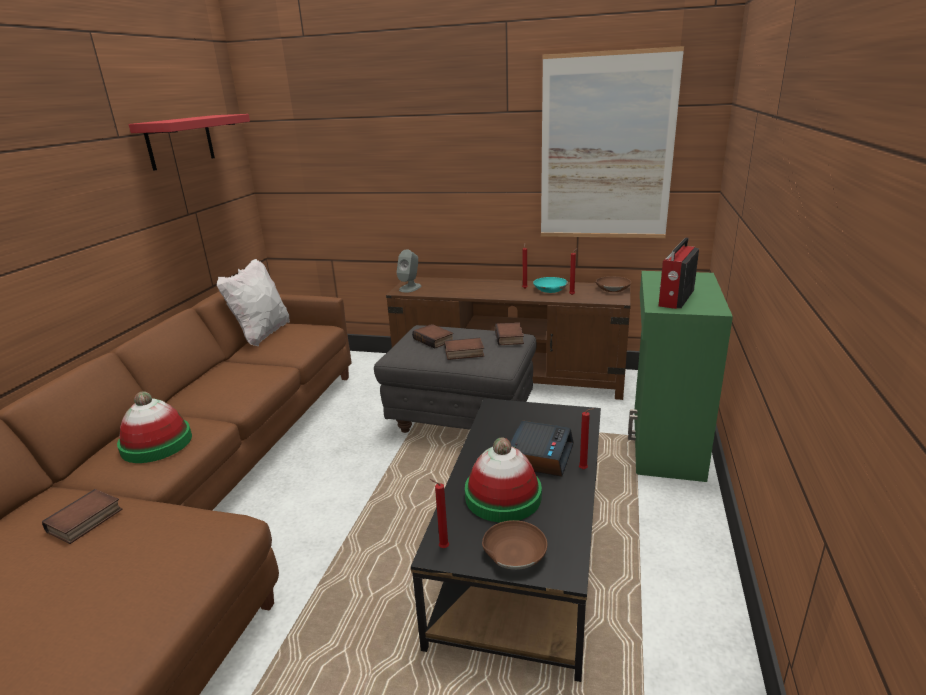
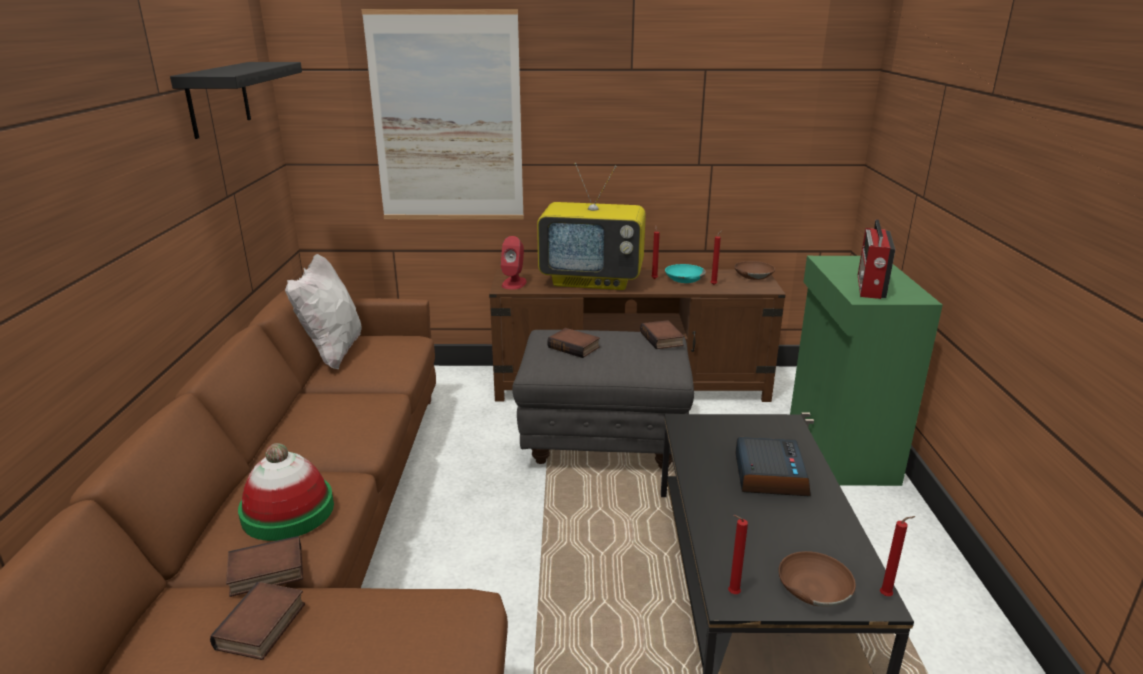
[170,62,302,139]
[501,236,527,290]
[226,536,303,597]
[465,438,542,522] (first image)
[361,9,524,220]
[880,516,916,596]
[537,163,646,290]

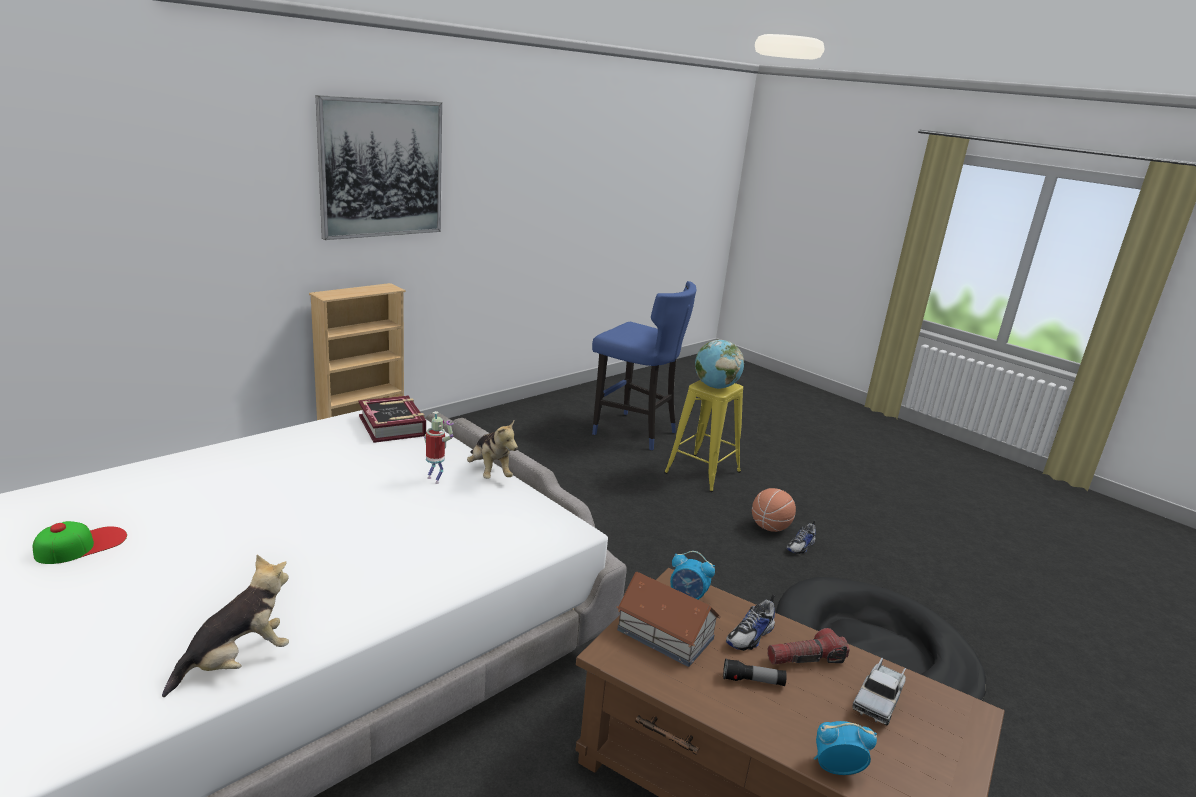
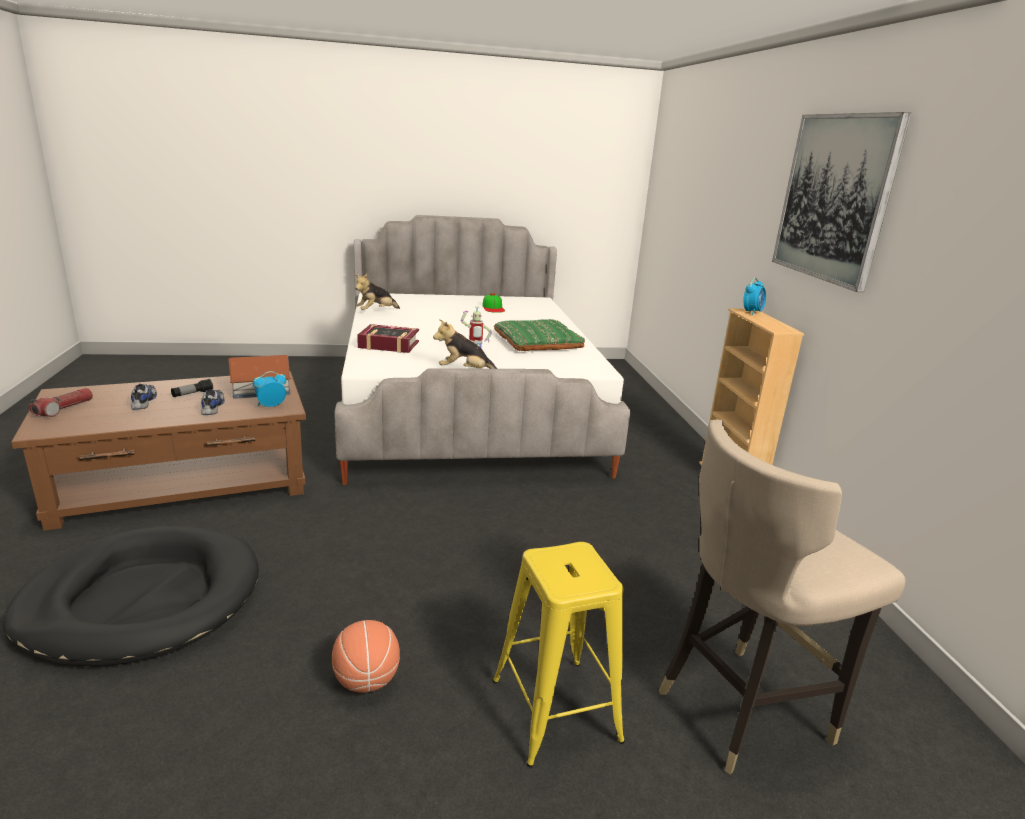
[355,274,400,310]
[357,324,419,353]
[659,420,906,775]
[695,340,744,389] (first image)
[29,388,93,417]
[131,384,157,410]
[744,277,766,315]
[853,658,906,725] (first image)
[494,319,585,351]

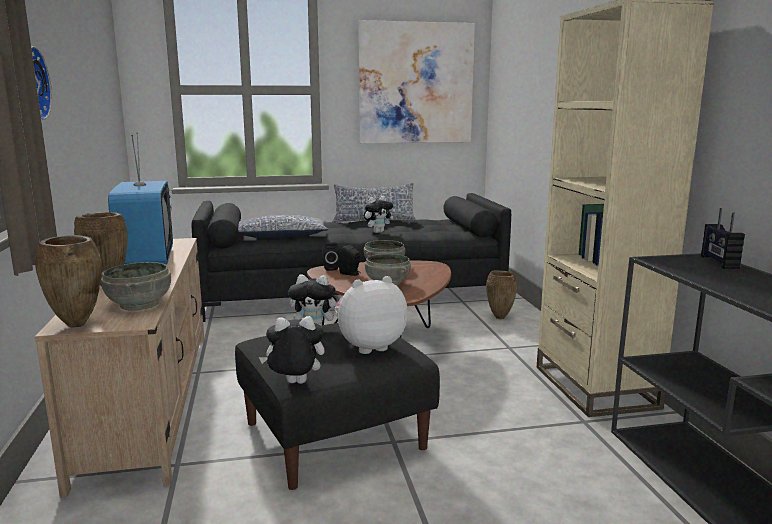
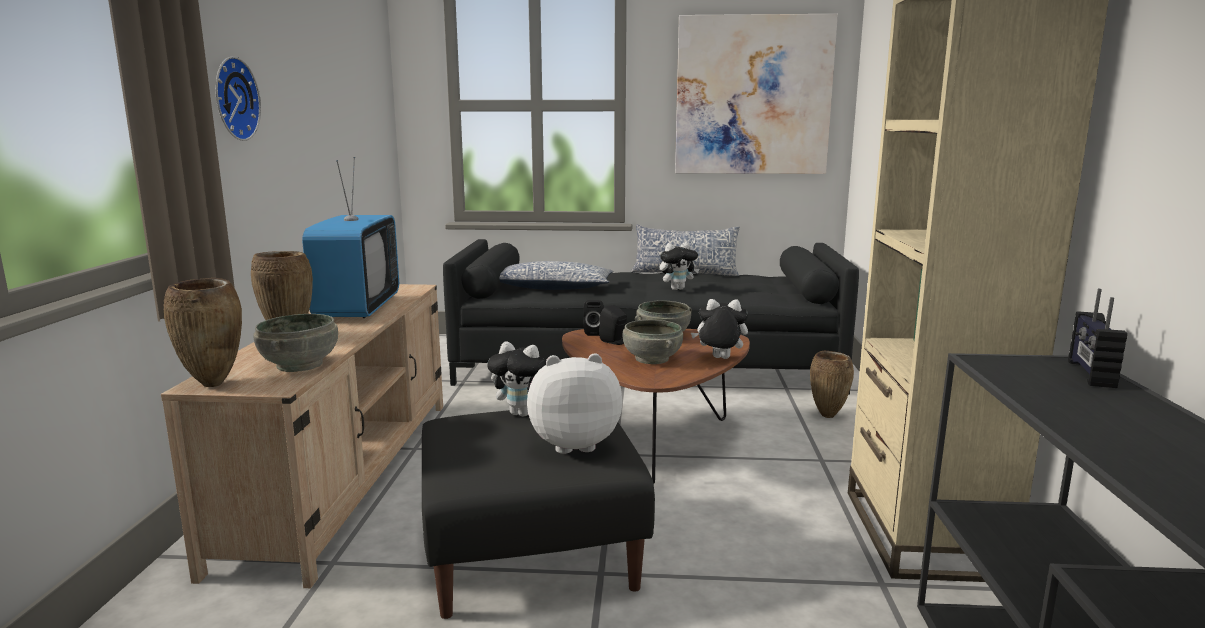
[691,299,748,359]

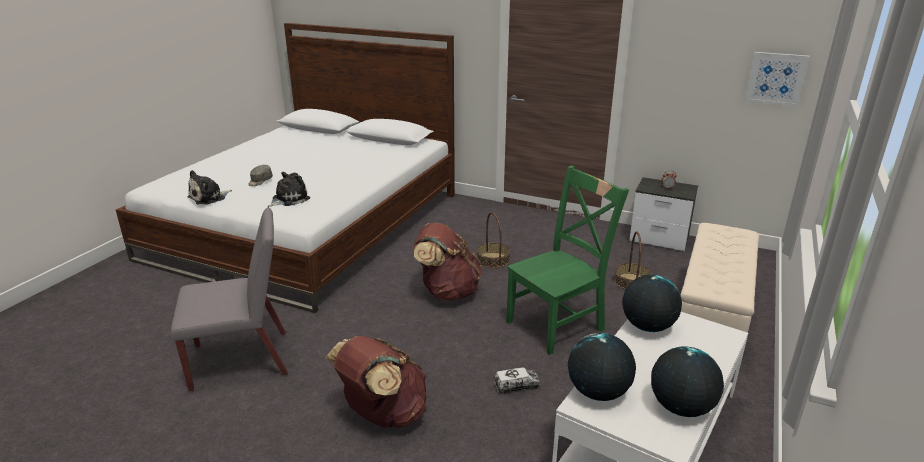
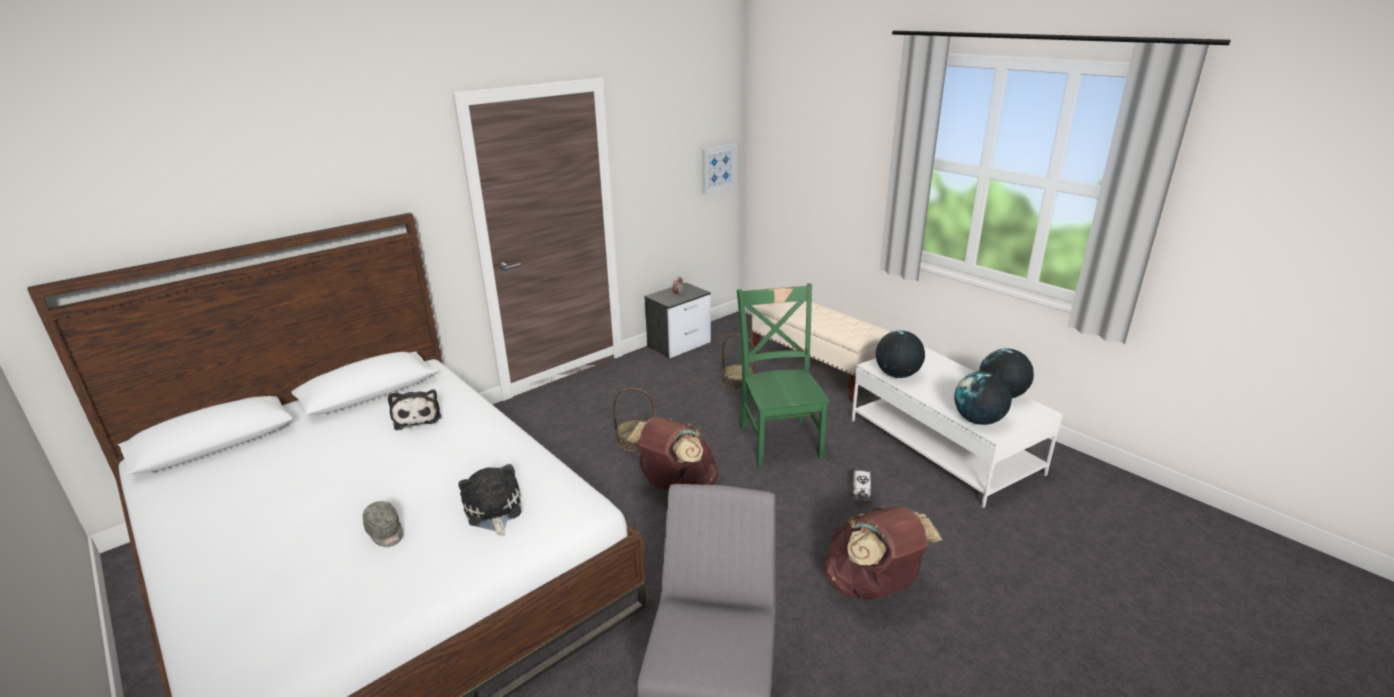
[388,389,441,430]

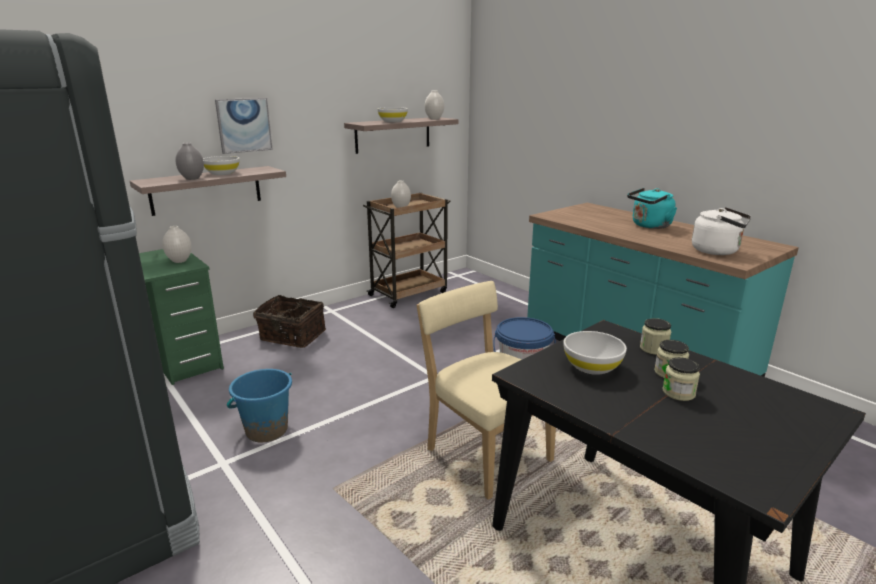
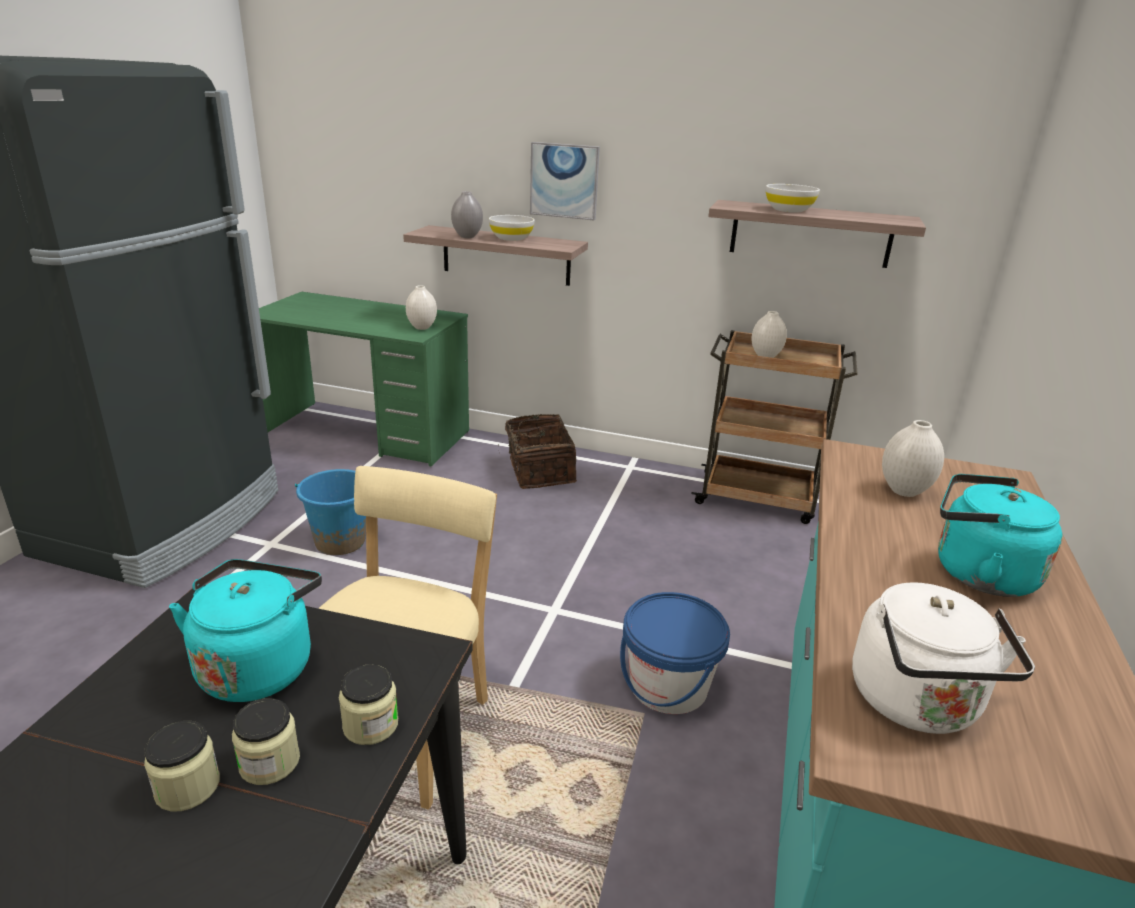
[882,420,944,497]
[169,559,322,702]

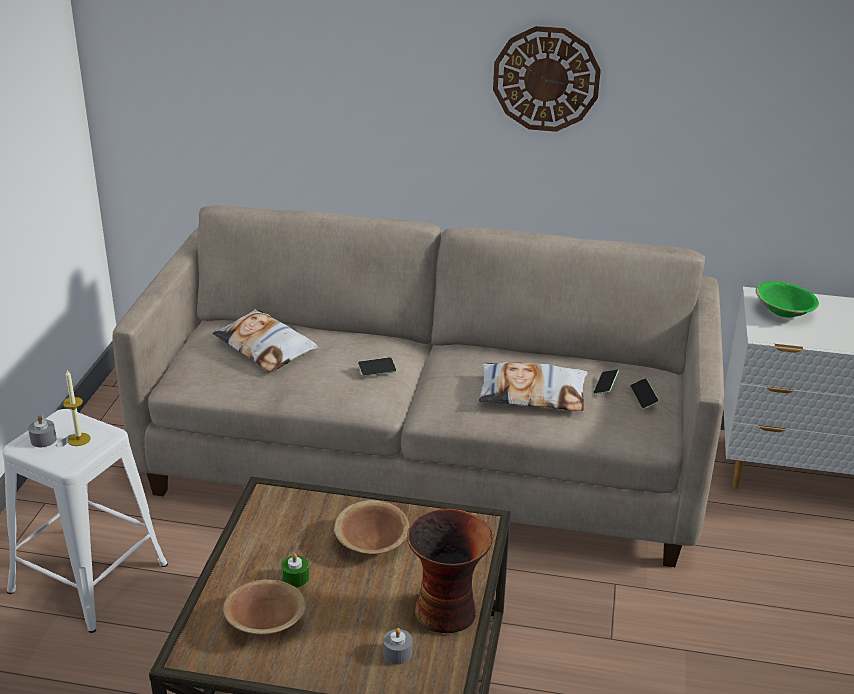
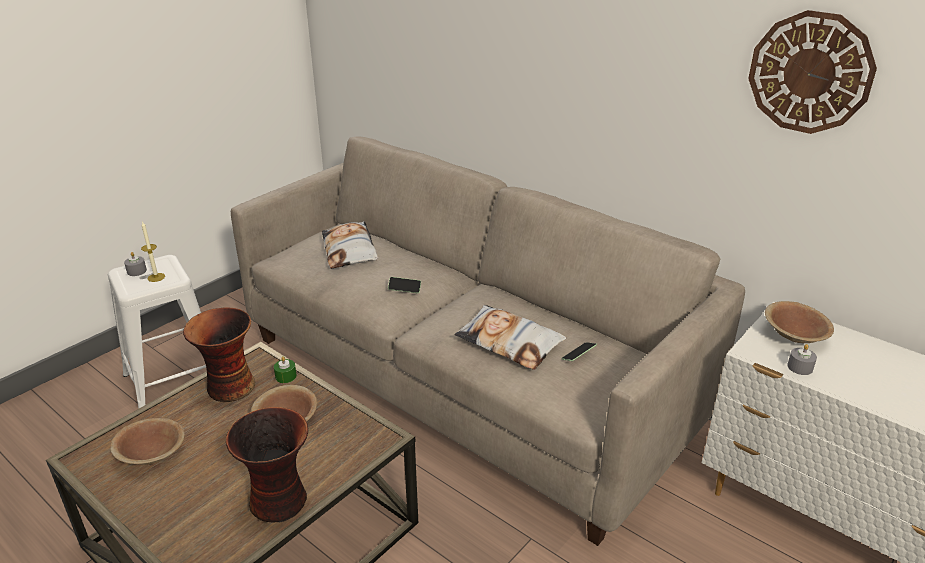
[274,356,297,383]
[787,344,817,375]
[748,10,877,134]
[630,378,659,409] (first image)
[765,301,834,343]
[183,307,255,402]

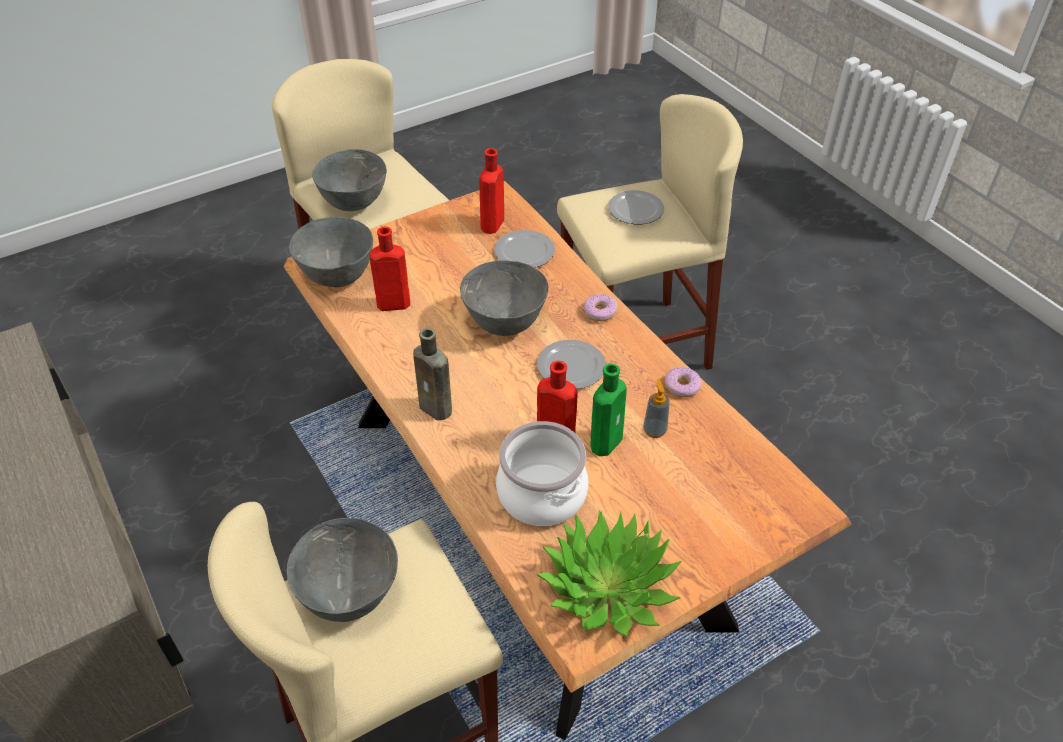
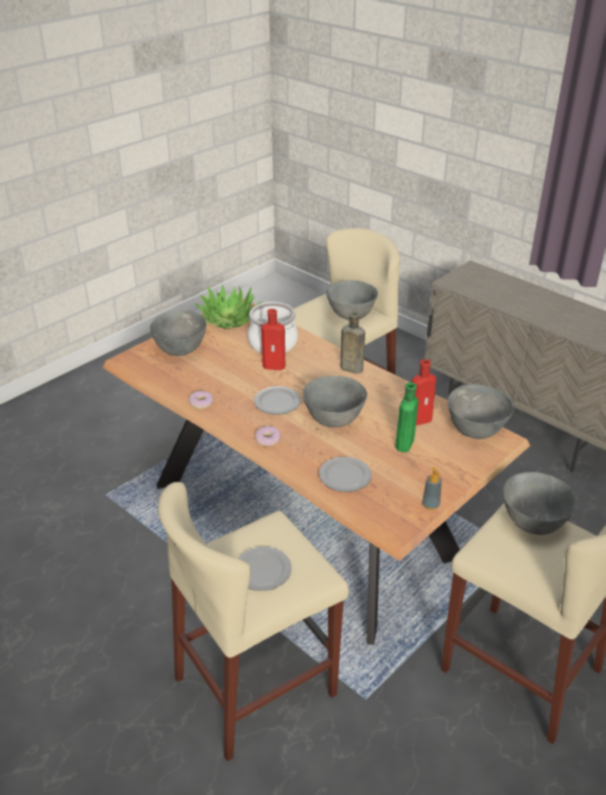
[479,148,504,234] (first image)
[395,382,419,452]
[422,467,442,510]
[150,310,207,356]

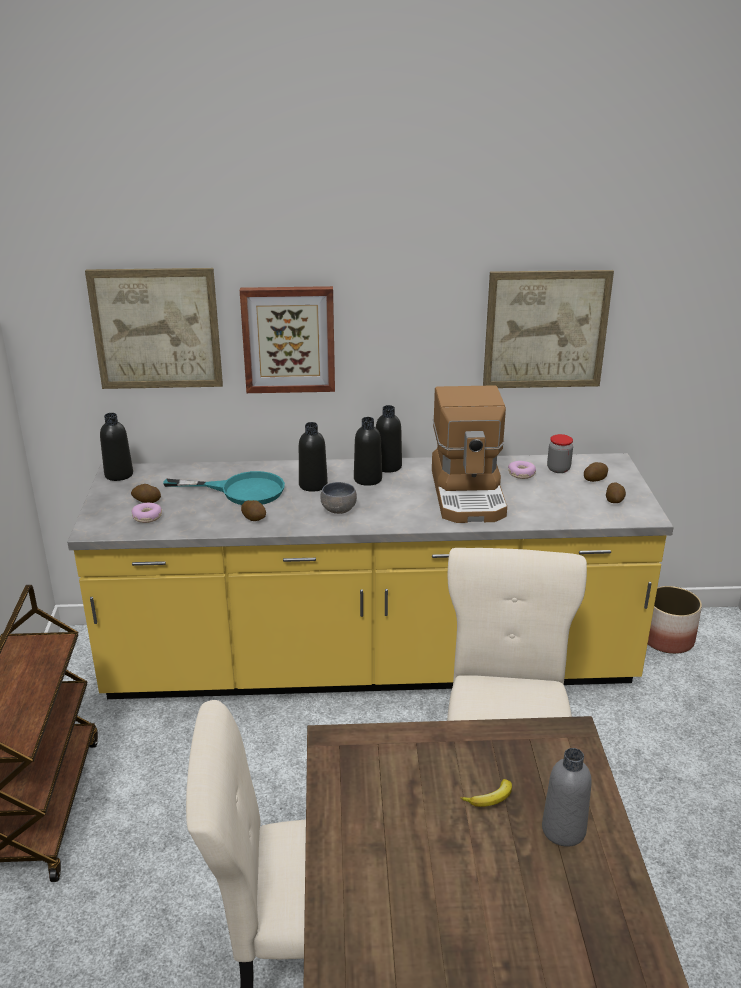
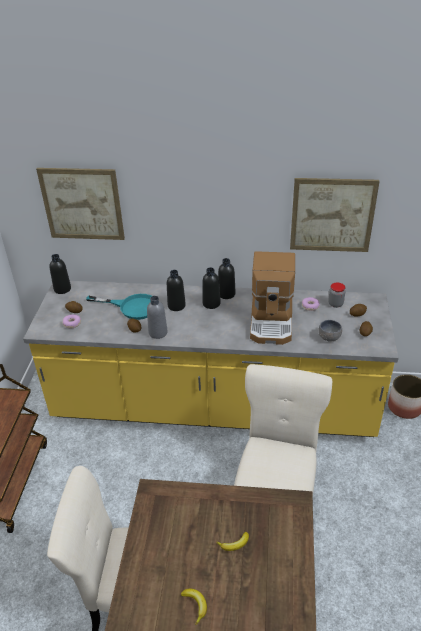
[240,286,335,393] (first image)
[318,320,342,342]
[147,296,168,339]
[181,589,207,625]

